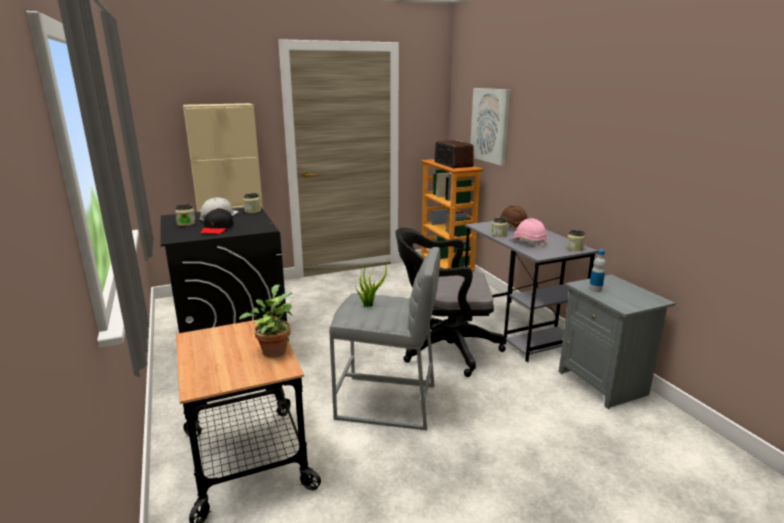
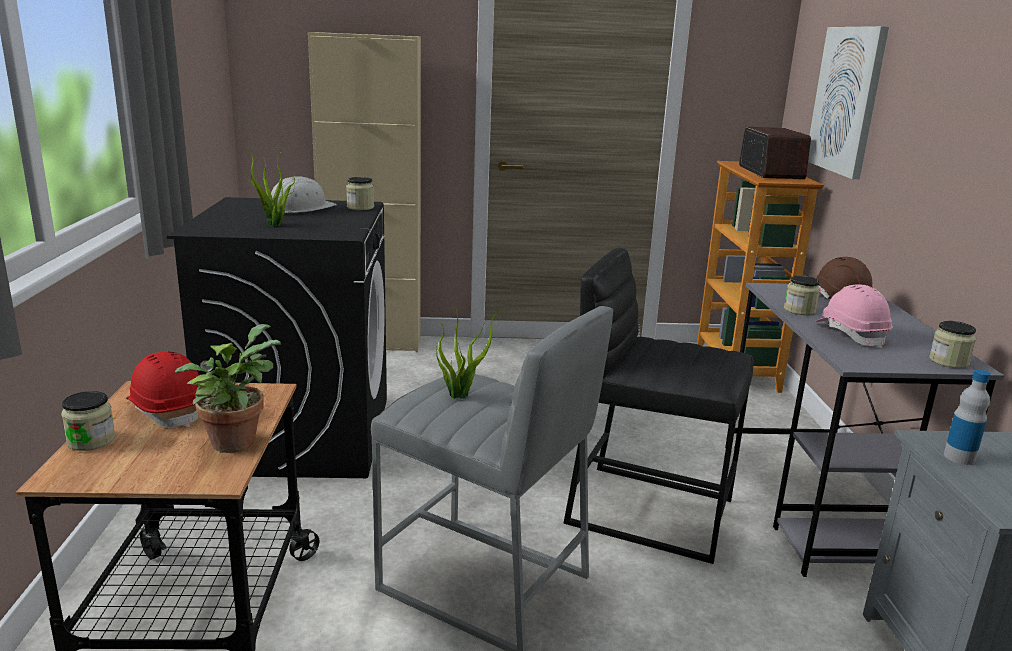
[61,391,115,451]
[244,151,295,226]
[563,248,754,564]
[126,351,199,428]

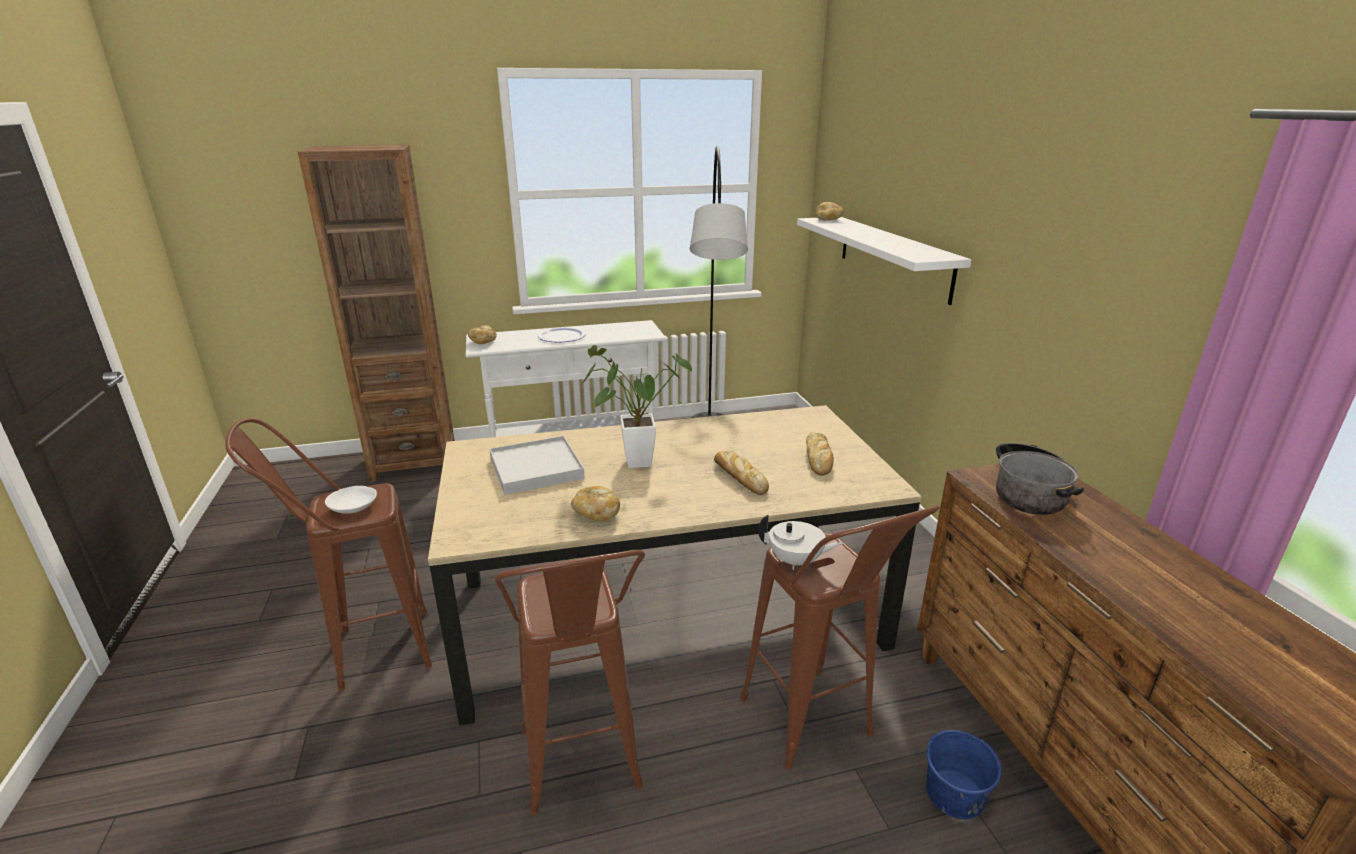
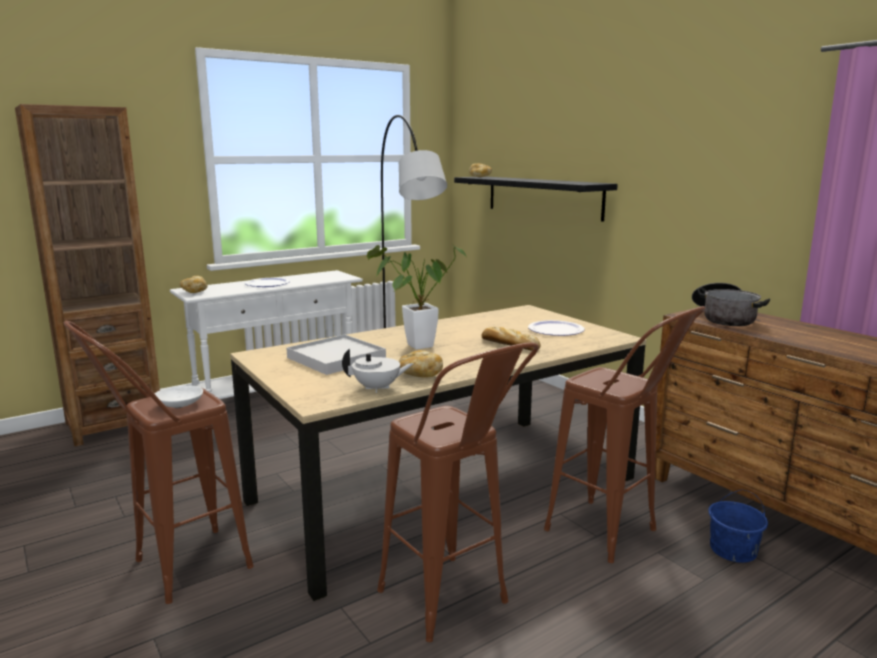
[342,349,414,393]
[454,176,618,222]
[528,320,585,336]

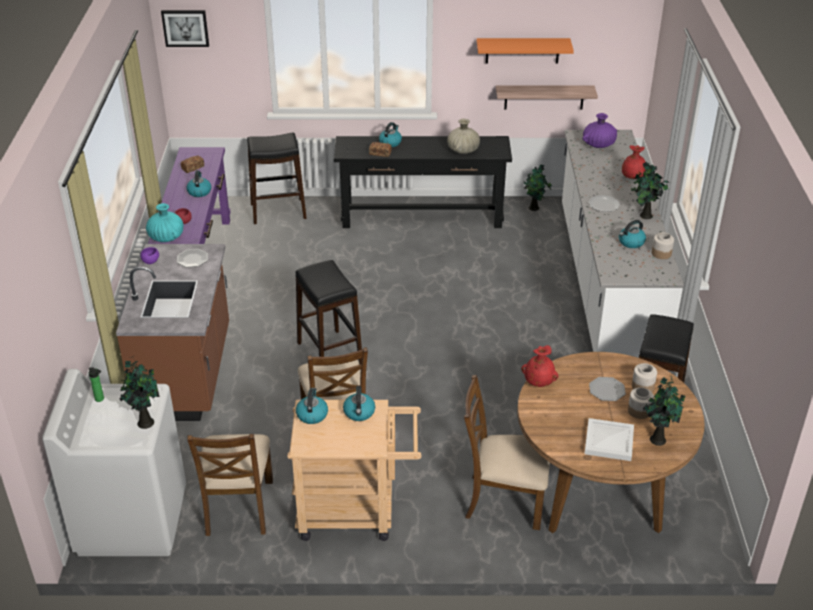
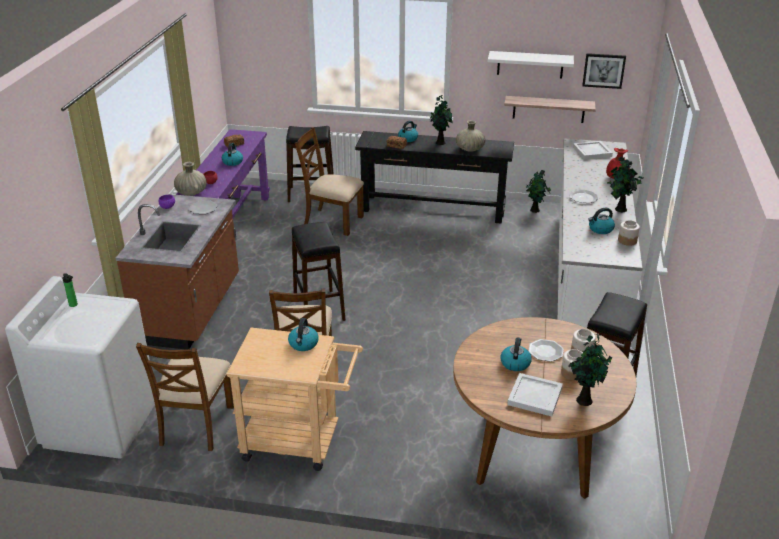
[430,95,453,145]
[174,162,207,196]
[582,53,626,89]
[500,338,532,371]
[295,127,364,236]
[488,51,574,79]
[521,345,558,387] (first image)
[573,141,613,160]

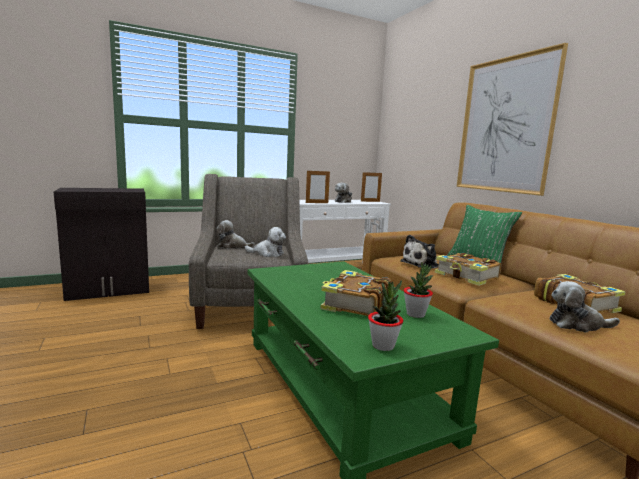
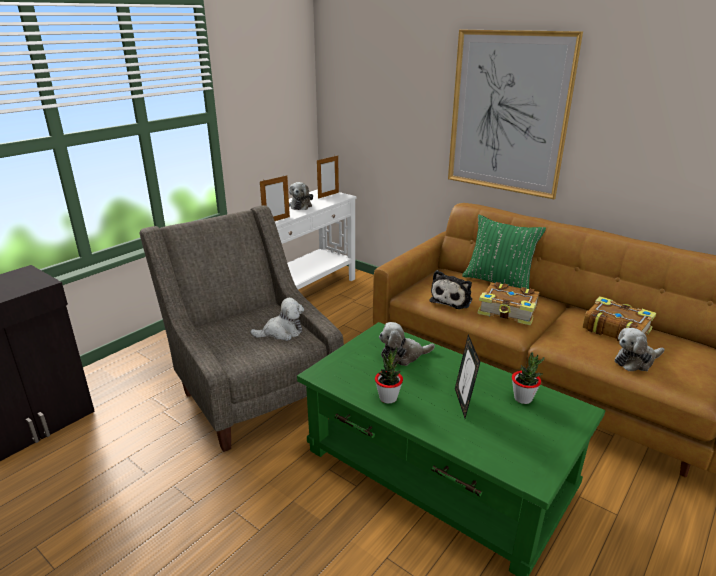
[379,322,435,366]
[455,334,480,418]
[375,347,403,404]

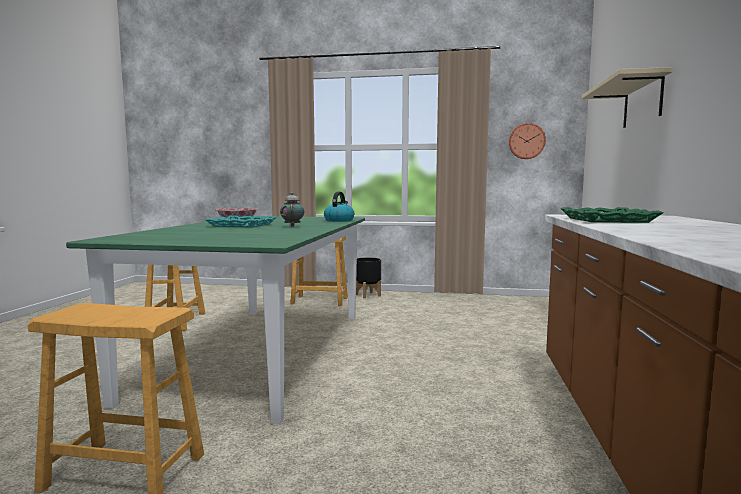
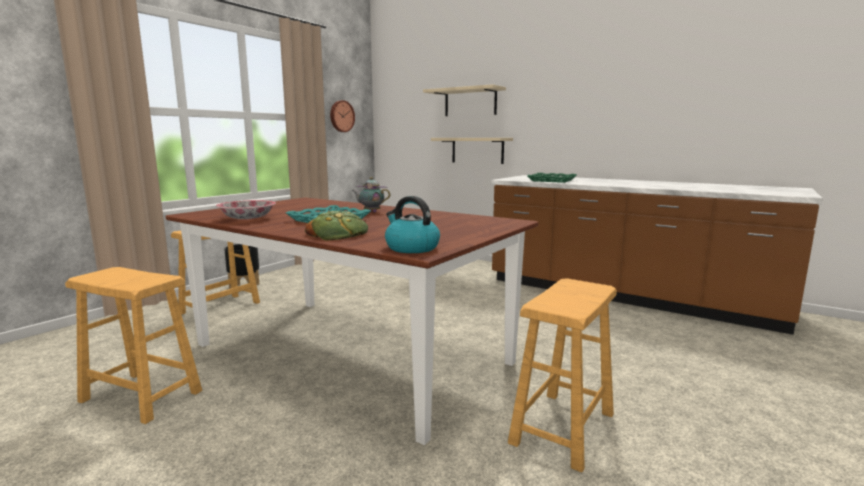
[165,197,538,445]
[385,196,440,253]
[305,211,368,241]
[431,138,513,164]

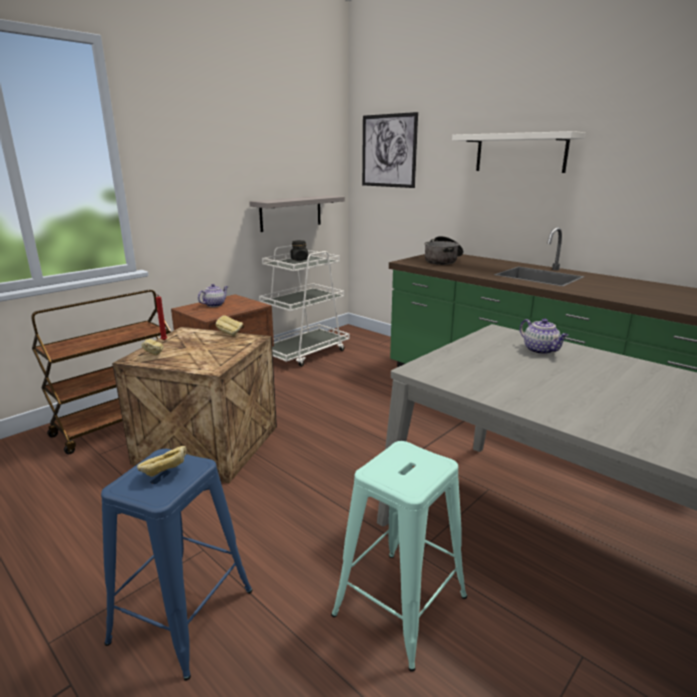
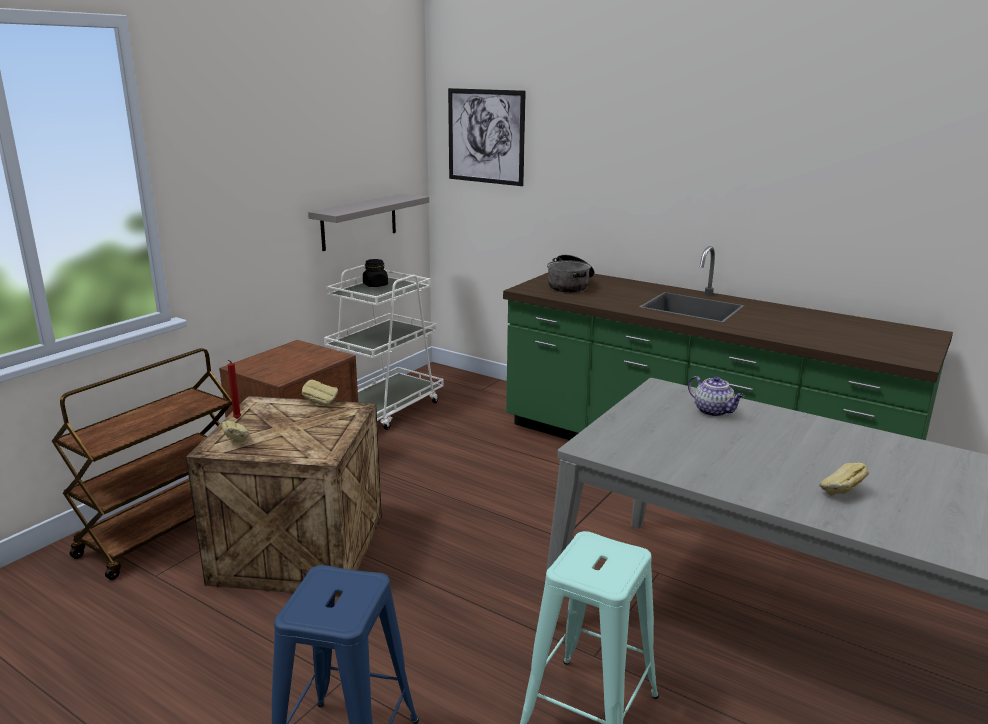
[819,463,869,496]
[198,284,228,307] (first image)
[452,131,585,173] (first image)

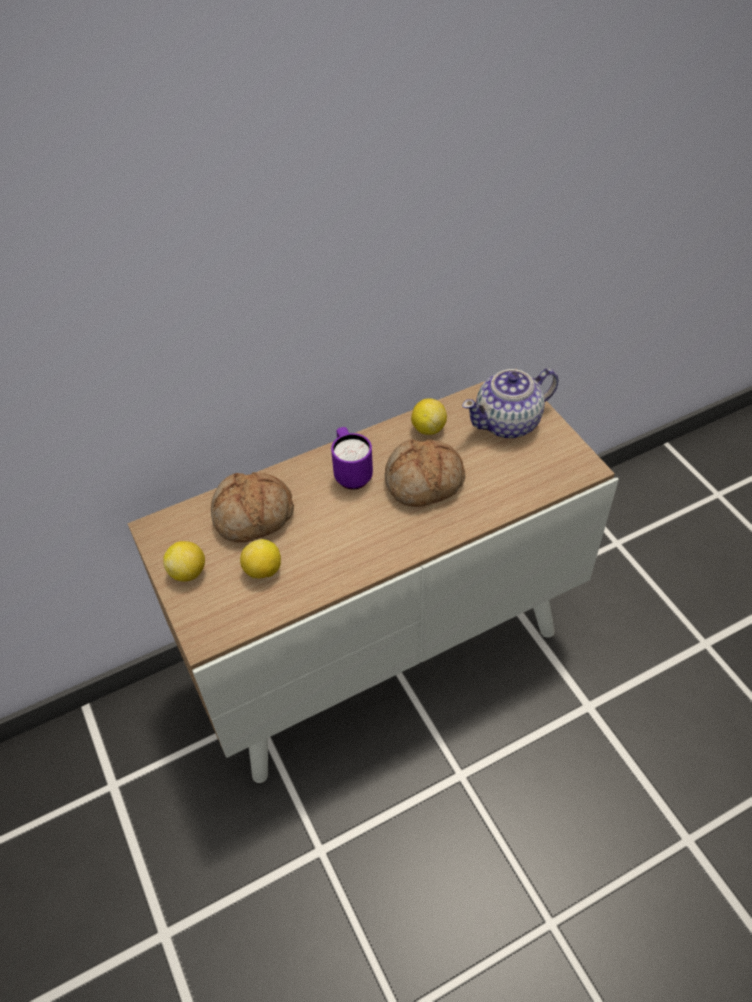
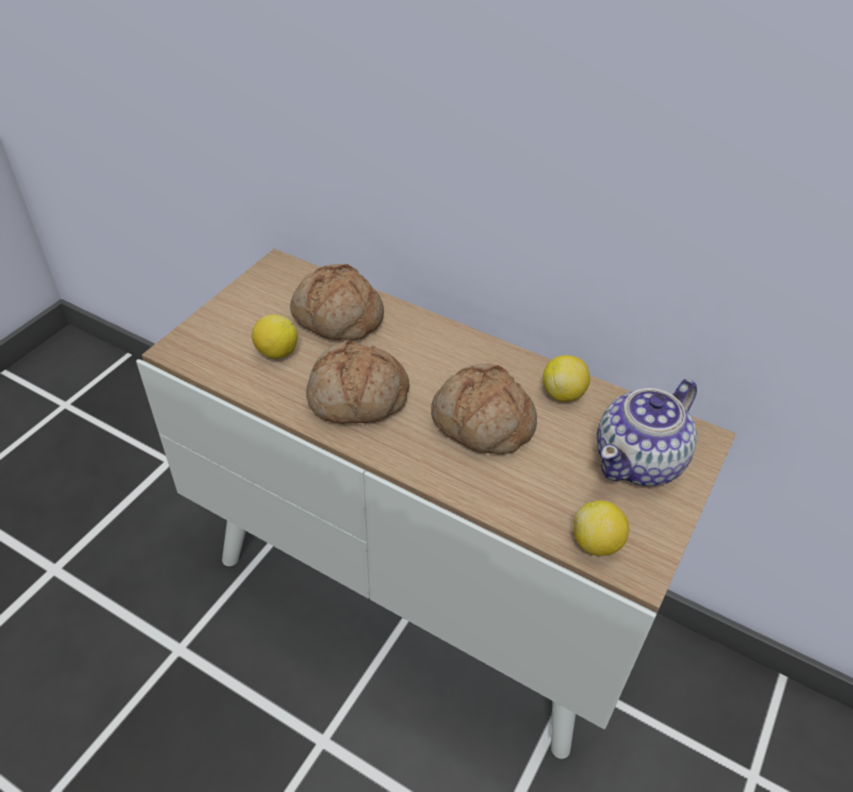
[573,500,629,556]
[331,427,373,489] (first image)
[597,379,697,486]
[306,340,409,424]

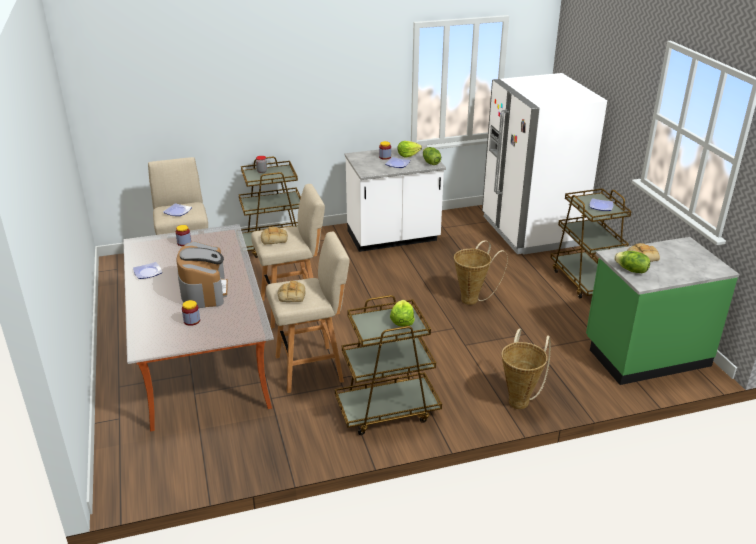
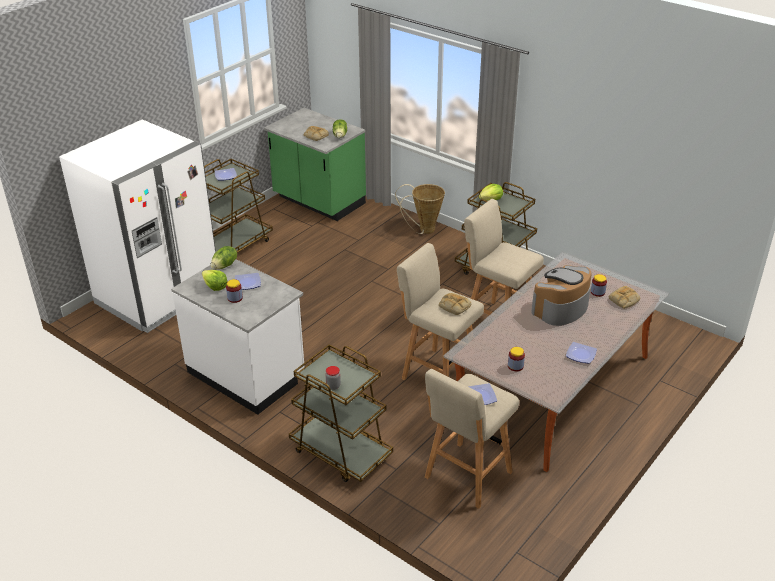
[609,286,640,309]
[454,240,508,305] (first image)

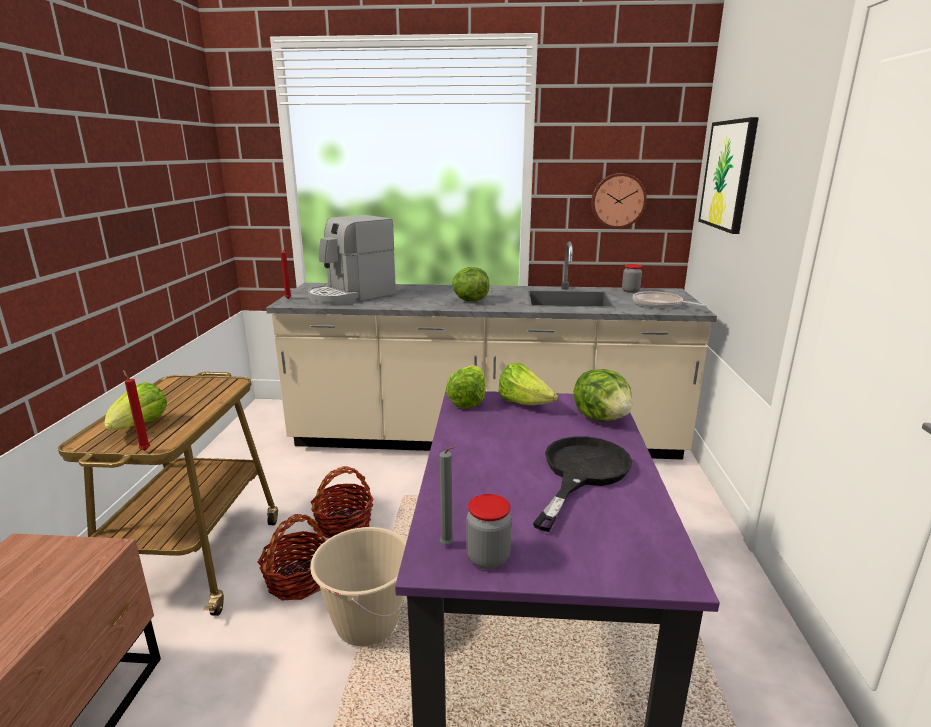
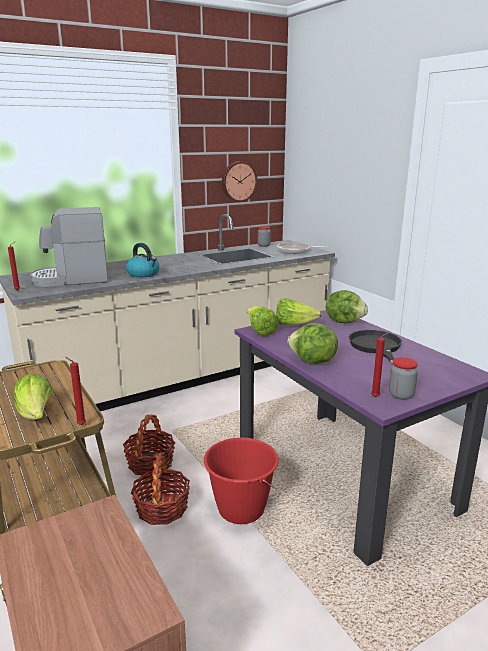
[30,207,108,287]
[204,437,279,524]
[371,332,390,397]
[288,323,338,364]
[698,117,759,234] (first image)
[126,243,160,277]

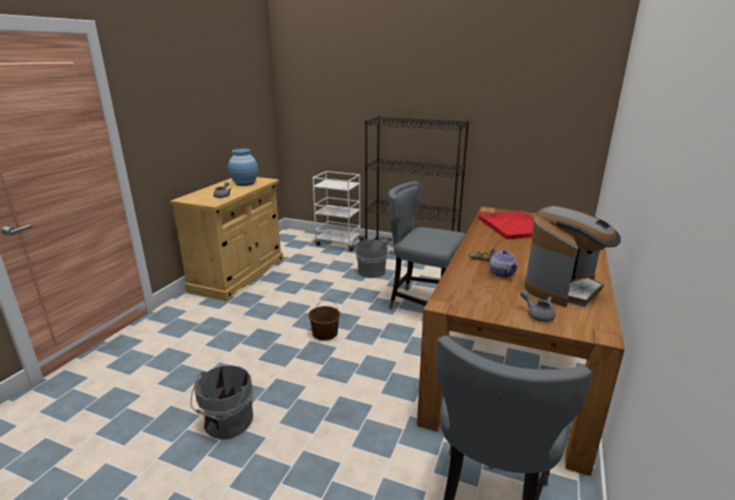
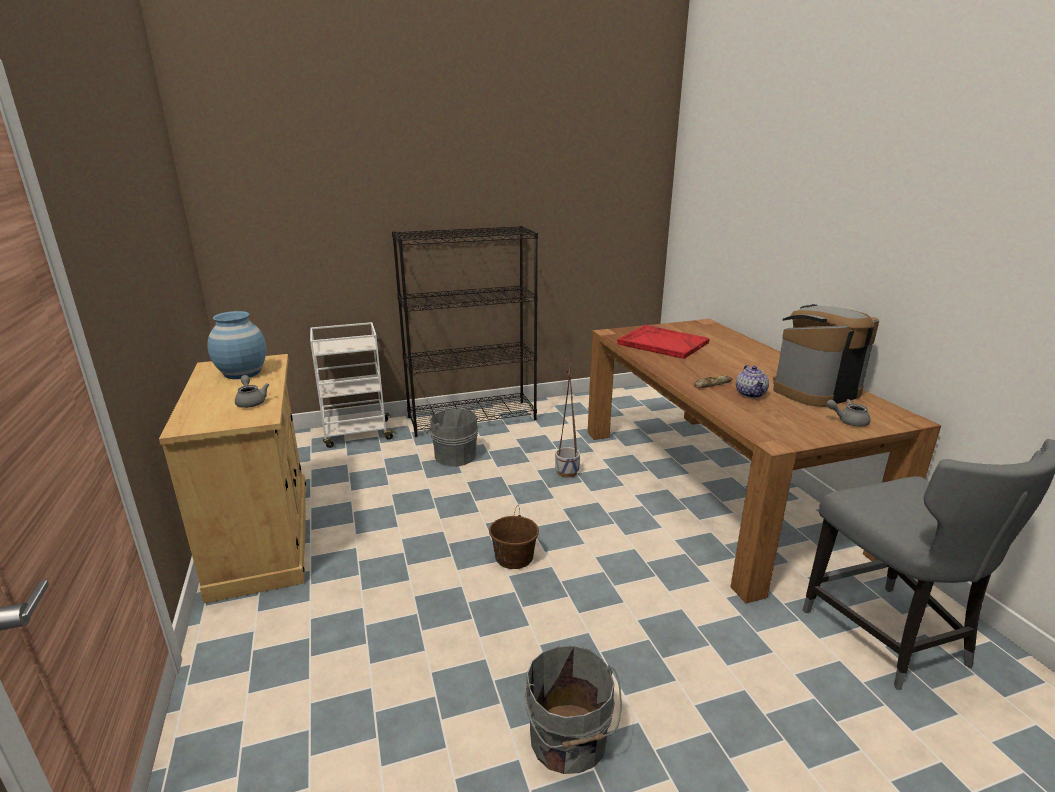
[555,357,580,478]
[736,365,769,398]
[773,304,879,407]

